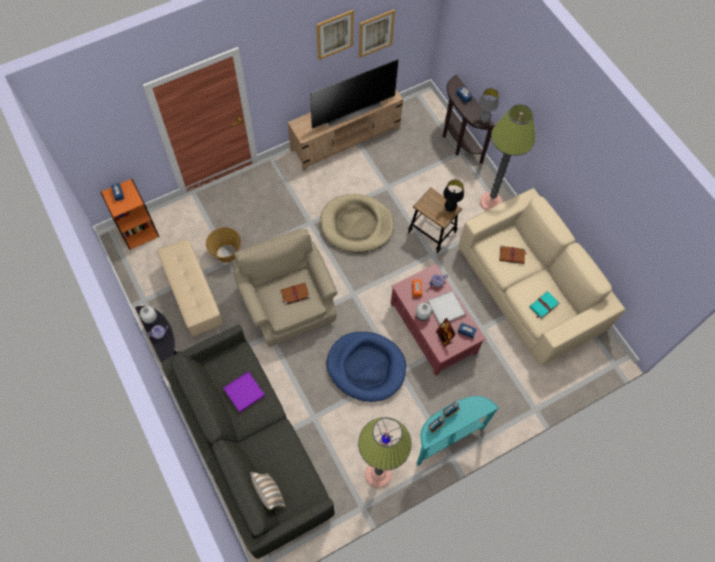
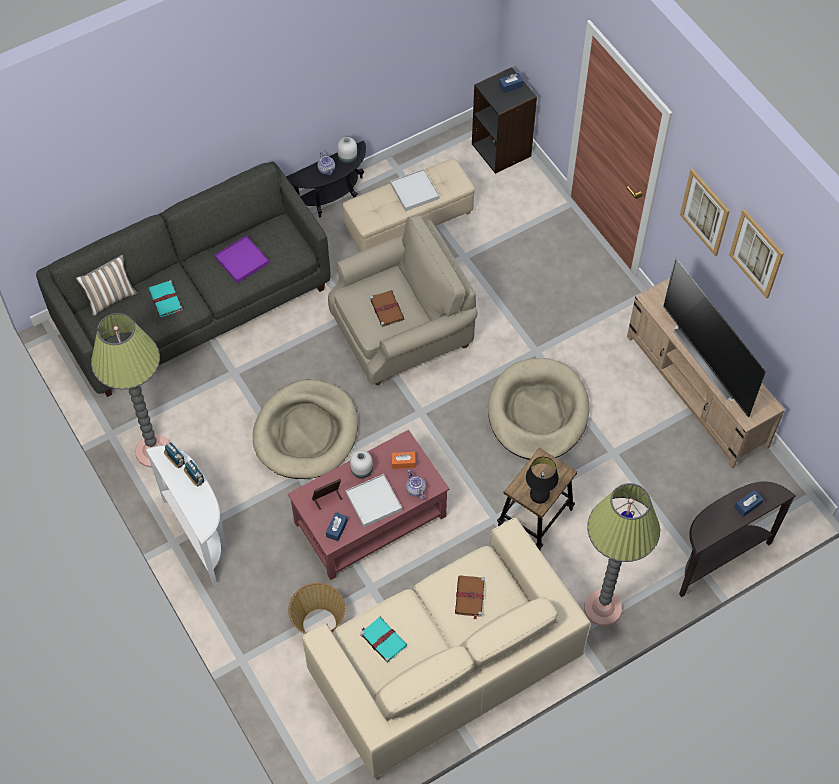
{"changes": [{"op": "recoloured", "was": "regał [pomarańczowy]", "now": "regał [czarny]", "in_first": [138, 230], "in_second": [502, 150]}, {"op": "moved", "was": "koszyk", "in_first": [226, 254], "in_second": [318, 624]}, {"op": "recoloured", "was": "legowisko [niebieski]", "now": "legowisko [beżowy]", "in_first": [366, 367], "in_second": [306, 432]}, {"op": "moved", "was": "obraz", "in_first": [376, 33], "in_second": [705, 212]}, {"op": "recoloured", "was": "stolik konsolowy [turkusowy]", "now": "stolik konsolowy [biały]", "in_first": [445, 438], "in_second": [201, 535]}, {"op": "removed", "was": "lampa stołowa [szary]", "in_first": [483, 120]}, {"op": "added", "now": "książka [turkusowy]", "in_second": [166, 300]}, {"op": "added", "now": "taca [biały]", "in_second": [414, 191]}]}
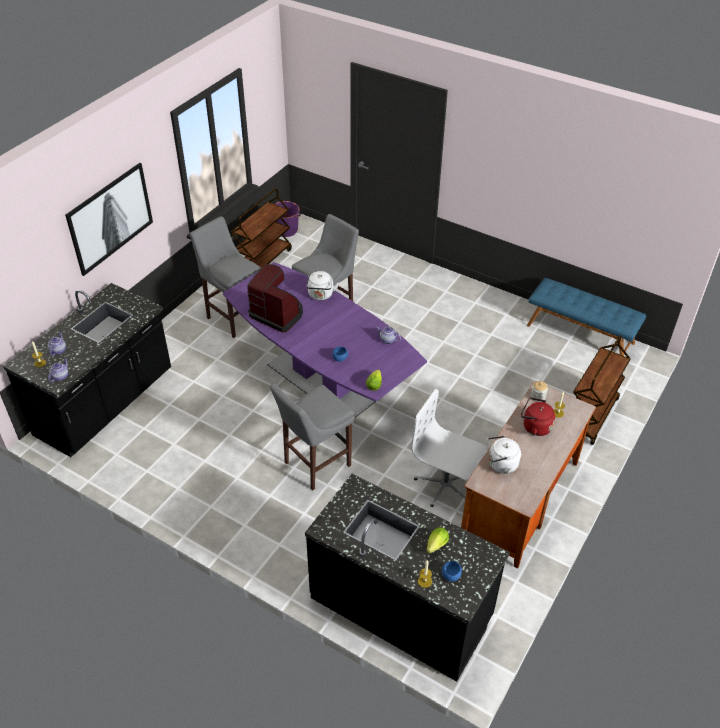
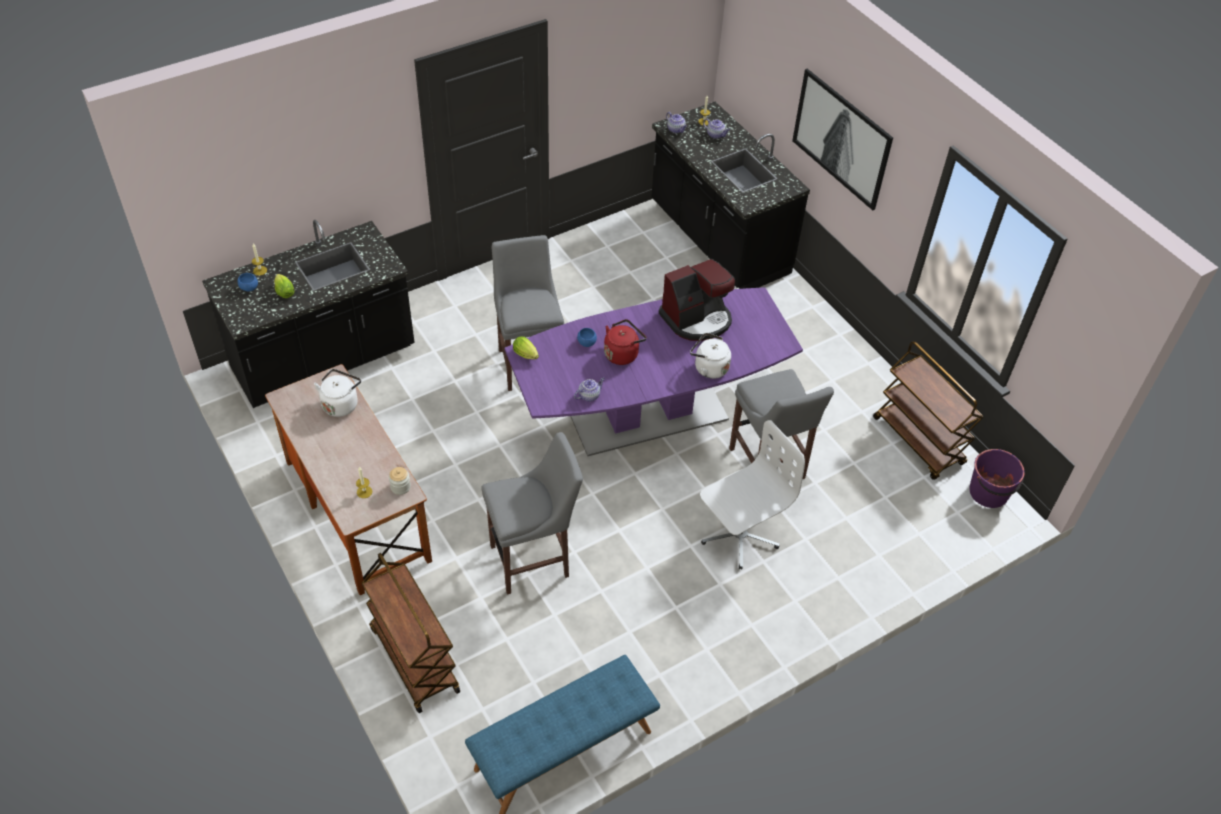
{"changes": [{"op": "moved", "was": "stołek [szary]", "in_first": [233, 317], "in_second": [534, 560]}, {"op": "moved", "was": "krzesło biurowe [biały]", "in_first": [445, 485], "in_second": [739, 535]}, {"op": "moved", "was": "czajnik [czerwony]", "in_first": [534, 427], "in_second": [622, 353]}]}
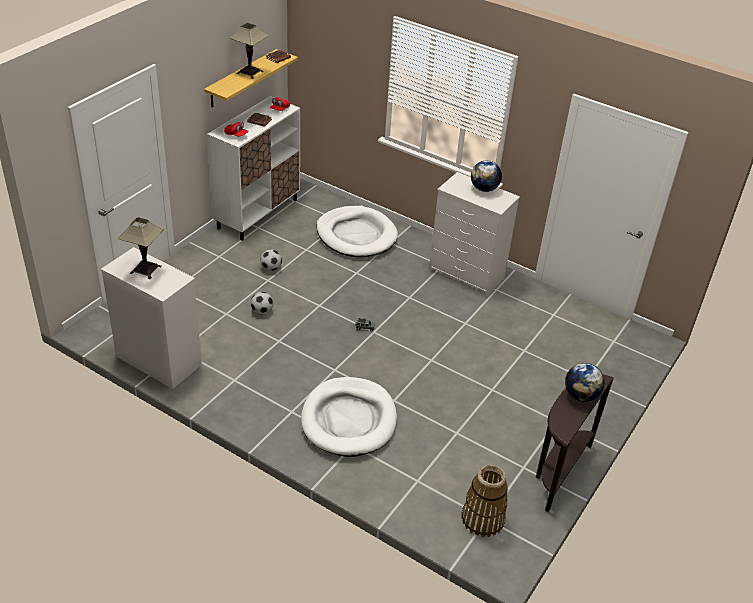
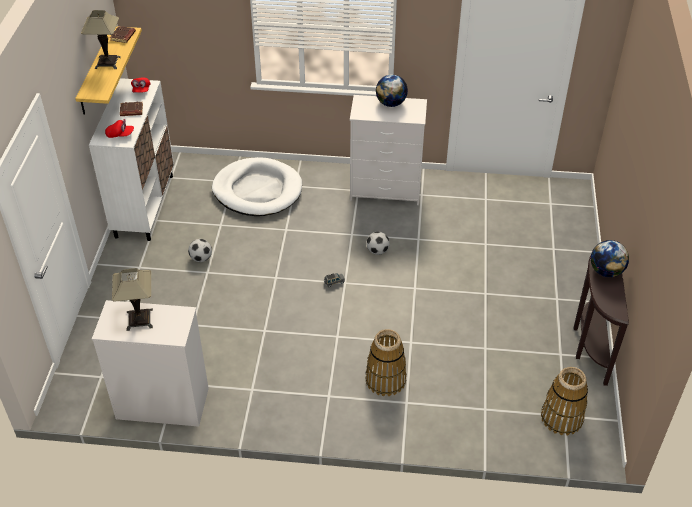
{"changes": [{"op": "moved", "was": "piłka futbolowa", "in_first": [262, 311], "in_second": [377, 251]}, {"op": "replaced", "was": "legowisko [biały]", "now": "koszyk", "in_first": [349, 420], "in_second": [385, 379]}]}
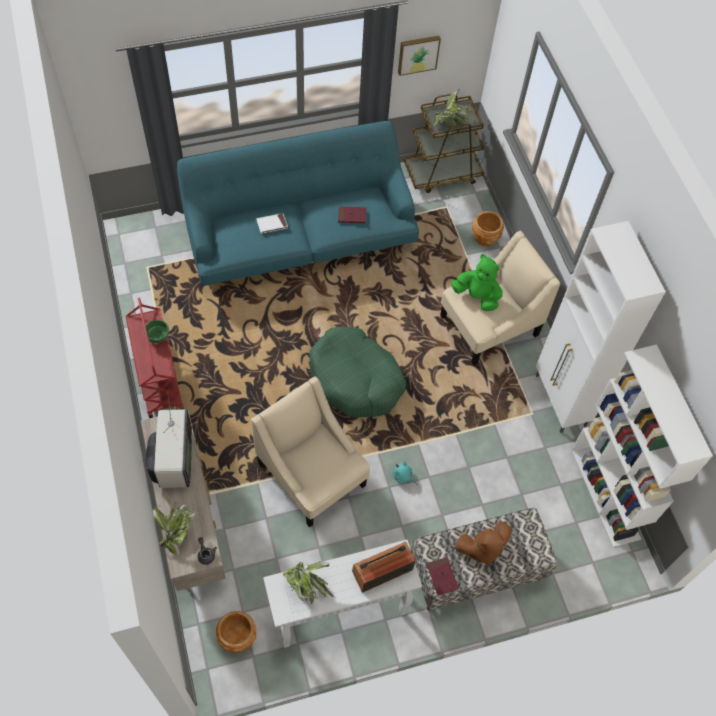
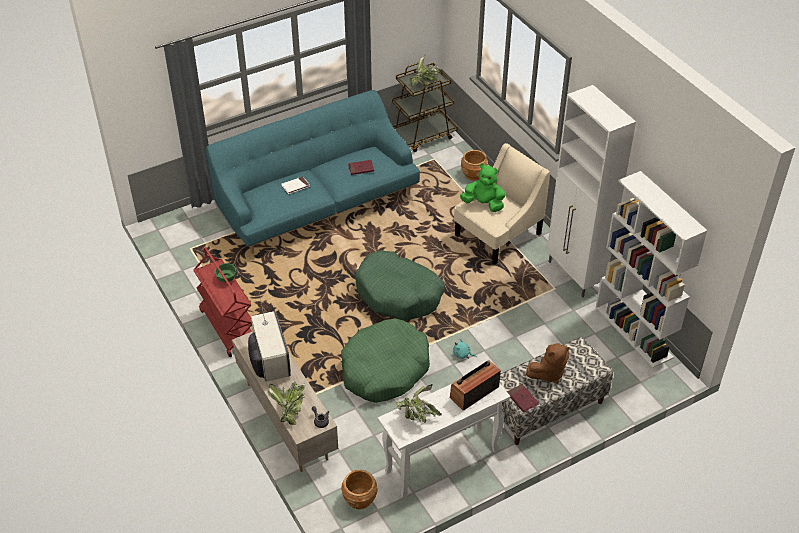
{"changes": [{"op": "replaced", "was": "fotel [beżowy]", "now": "legowisko [zielony]", "in_first": [312, 475], "in_second": [384, 369]}, {"op": "removed", "was": "obraz", "in_first": [418, 54]}]}
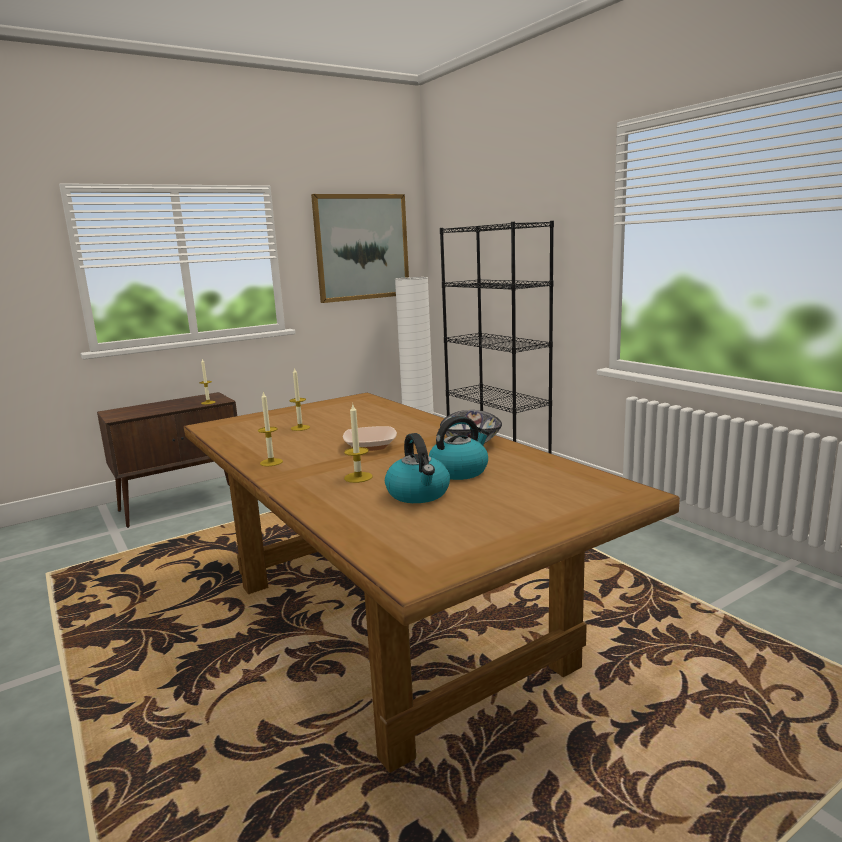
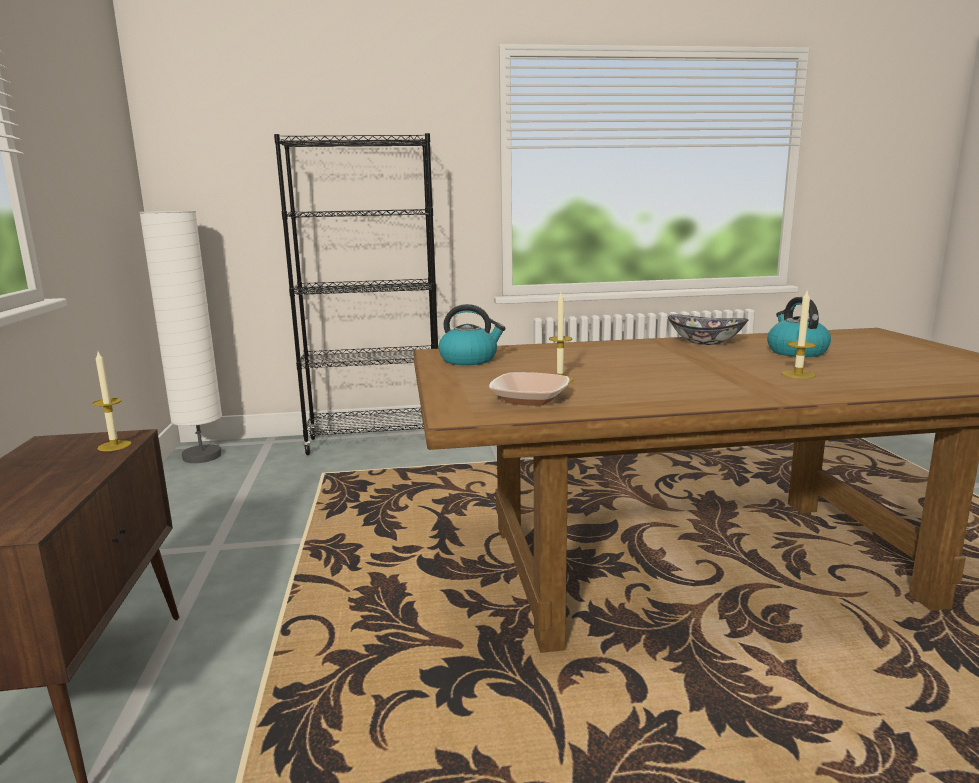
{"changes": [{"op": "removed", "was": "świeca", "in_first": [271, 462]}, {"op": "removed", "was": "obraz", "in_first": [362, 247]}, {"op": "moved", "was": "miska", "in_first": [370, 446], "in_second": [529, 399]}, {"op": "moved", "was": "czajnik", "in_first": [419, 494], "in_second": [469, 360]}]}
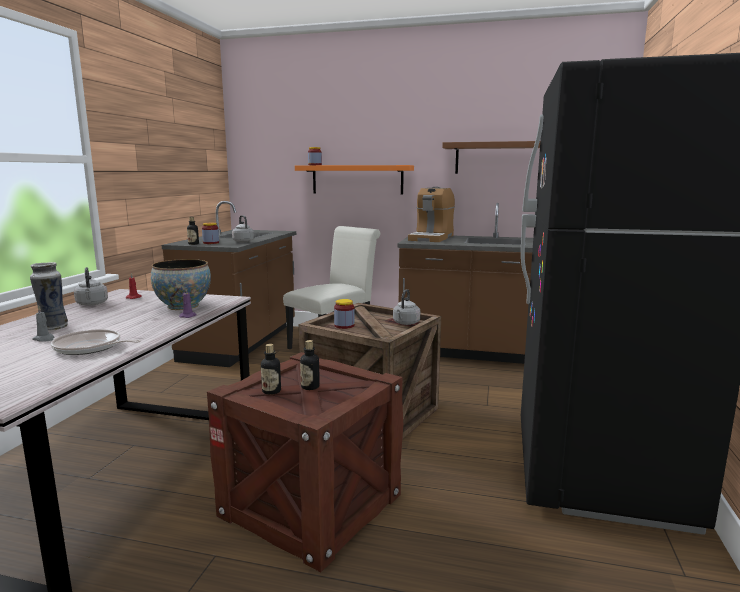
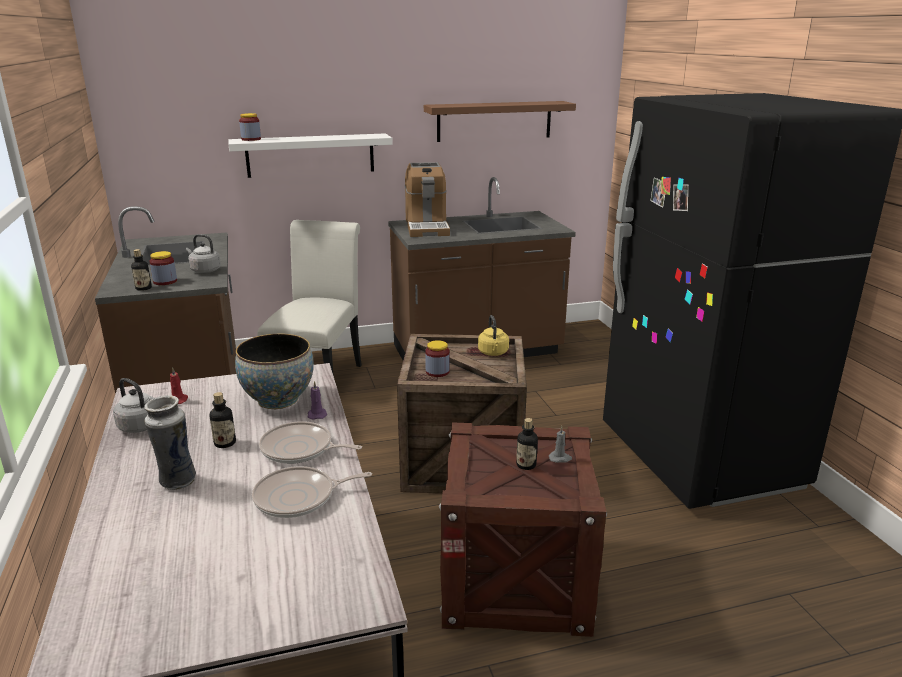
{"changes": [{"op": "moved", "was": "świeca [szary]", "in_first": [44, 339], "in_second": [560, 458]}, {"op": "moved", "was": "butelka", "in_first": [271, 391], "in_second": [225, 443]}, {"op": "recoloured", "was": "półka [pomarańczowy]", "now": "półka [biały]", "in_first": [357, 179], "in_second": [310, 155]}, {"op": "recoloured", "was": "czajnik [szary]", "now": "czajnik [żółty]", "in_first": [405, 323], "in_second": [493, 353]}, {"op": "added", "now": "patelnia", "in_second": [300, 449]}]}
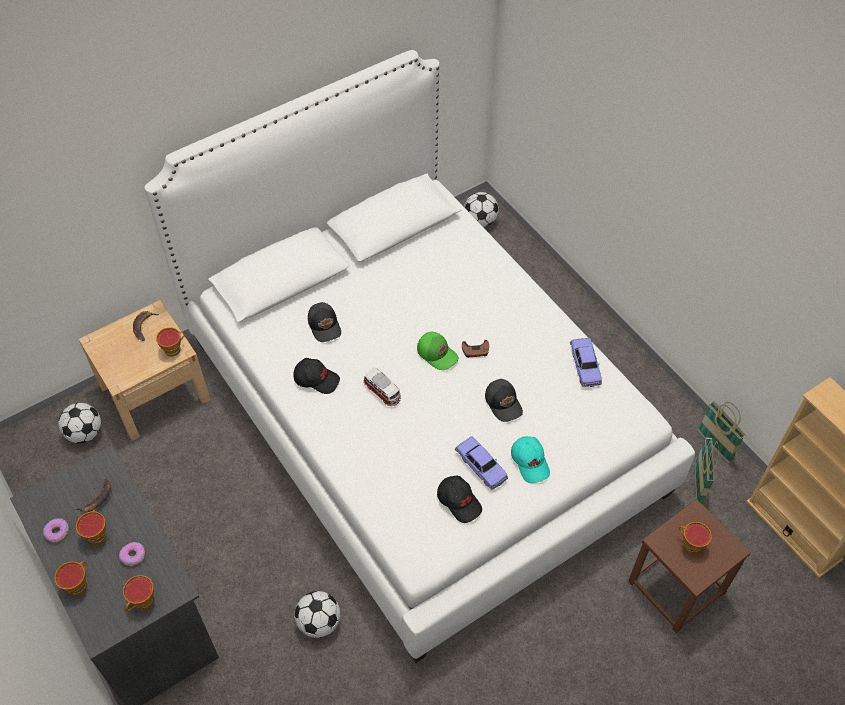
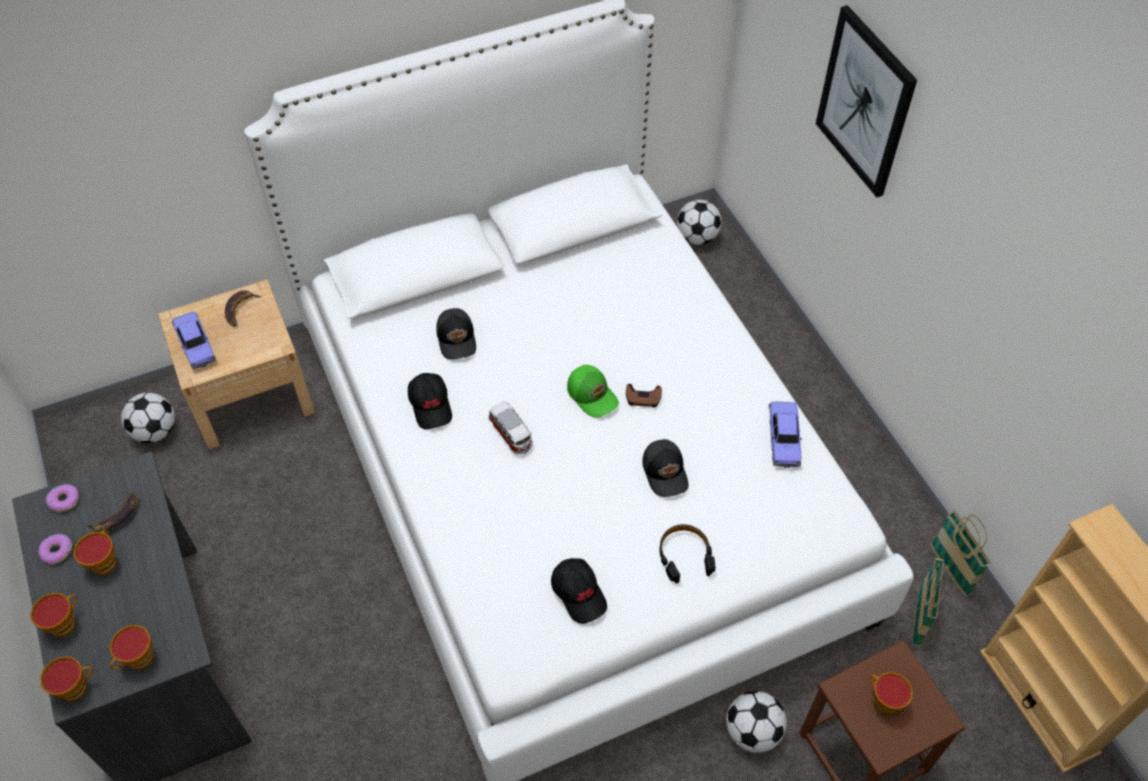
{"changes": [{"op": "moved", "was": "donut", "in_first": [133, 555], "in_second": [64, 500]}, {"op": "moved", "was": "filiżanka", "in_first": [174, 349], "in_second": [77, 687]}, {"op": "turned", "was": "czapka z daszkiem [czarny]", "in_first": [316, 379], "in_second": [431, 405], "clockwise": 45}, {"op": "moved", "was": "piłka futbolowa", "in_first": [319, 622], "in_second": [752, 732]}, {"op": "moved", "was": "samochodzik", "in_first": [481, 466], "in_second": [196, 345]}, {"op": "replaced", "was": "czapka z daszkiem [turkusowy]", "now": "słuchawki [czarny]", "in_first": [530, 462], "in_second": [684, 556]}, {"op": "added", "now": "obraz", "in_second": [865, 102]}]}
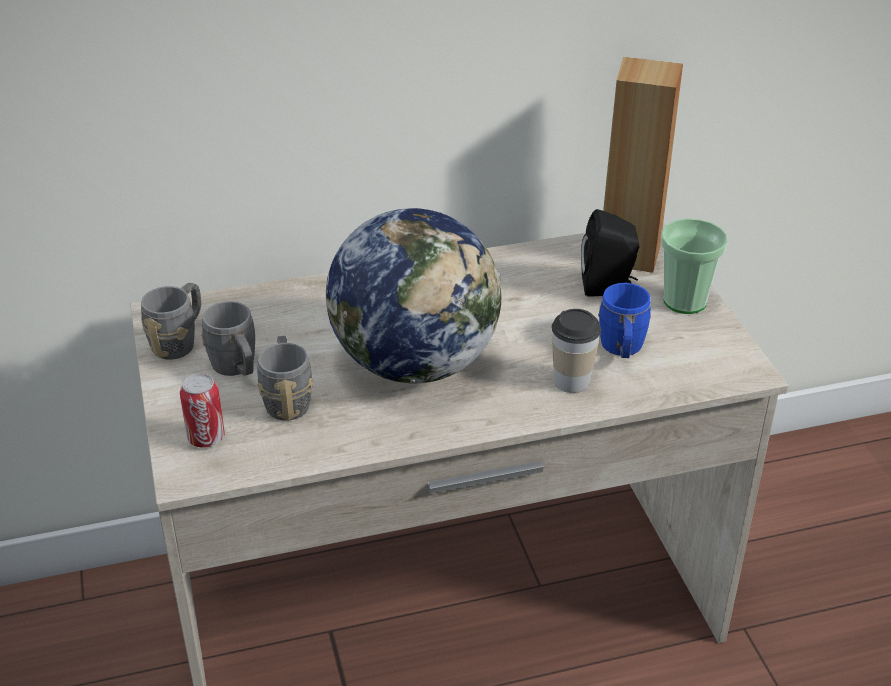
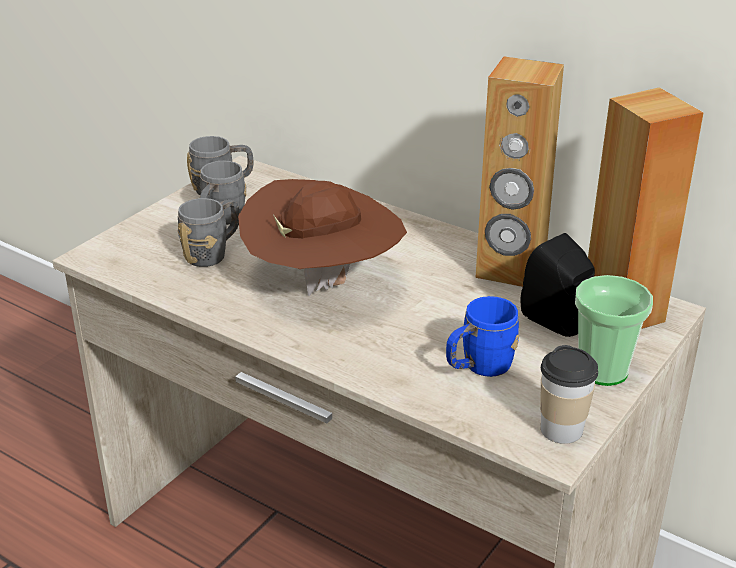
{"changes": [{"op": "removed", "was": "puszka", "in_first": [206, 438]}, {"op": "replaced", "was": "globus", "now": "kapelusz [brązowy]", "in_first": [416, 363], "in_second": [323, 282]}, {"op": "moved", "was": "filiżanka", "in_first": [572, 381], "in_second": [561, 430]}, {"op": "added", "now": "głośnik [brązowy]", "in_second": [510, 270]}]}
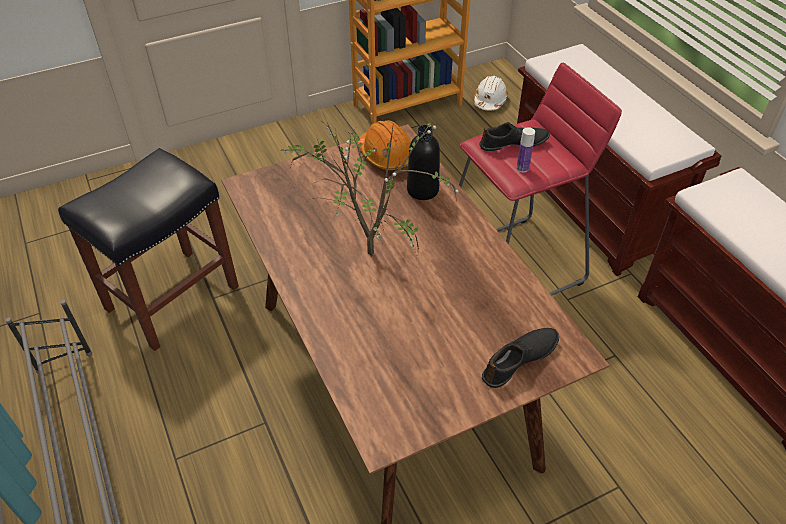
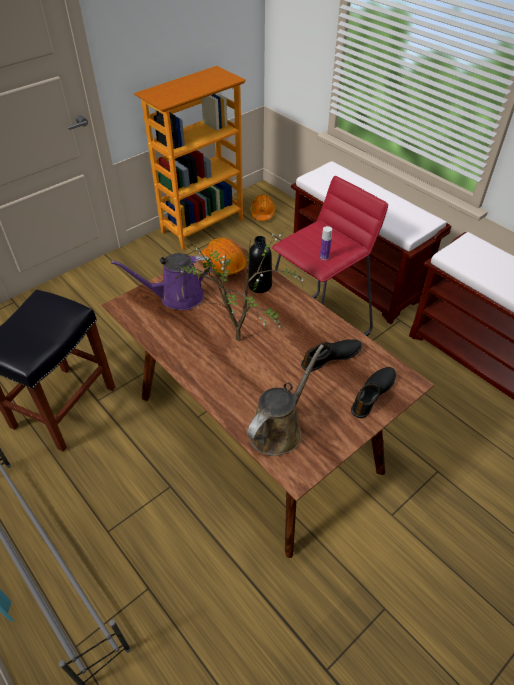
{"changes": [{"op": "recoloured", "was": "kask [biały]", "now": "kask [pomarańczowy]", "in_first": [489, 101], "in_second": [262, 213]}, {"op": "moved", "was": "but [czarny]", "in_first": [513, 143], "in_second": [331, 358]}, {"op": "added", "now": "konewka [fioletowy]", "in_second": [177, 297]}, {"op": "added", "now": "konewka [brązowy]", "in_second": [278, 429]}]}
